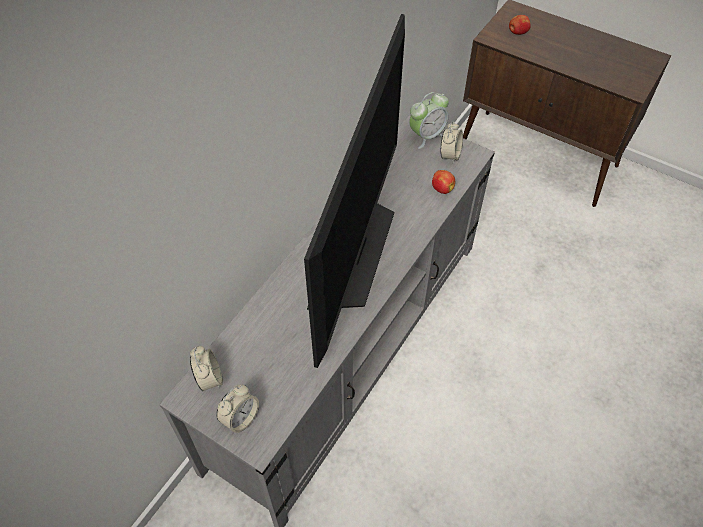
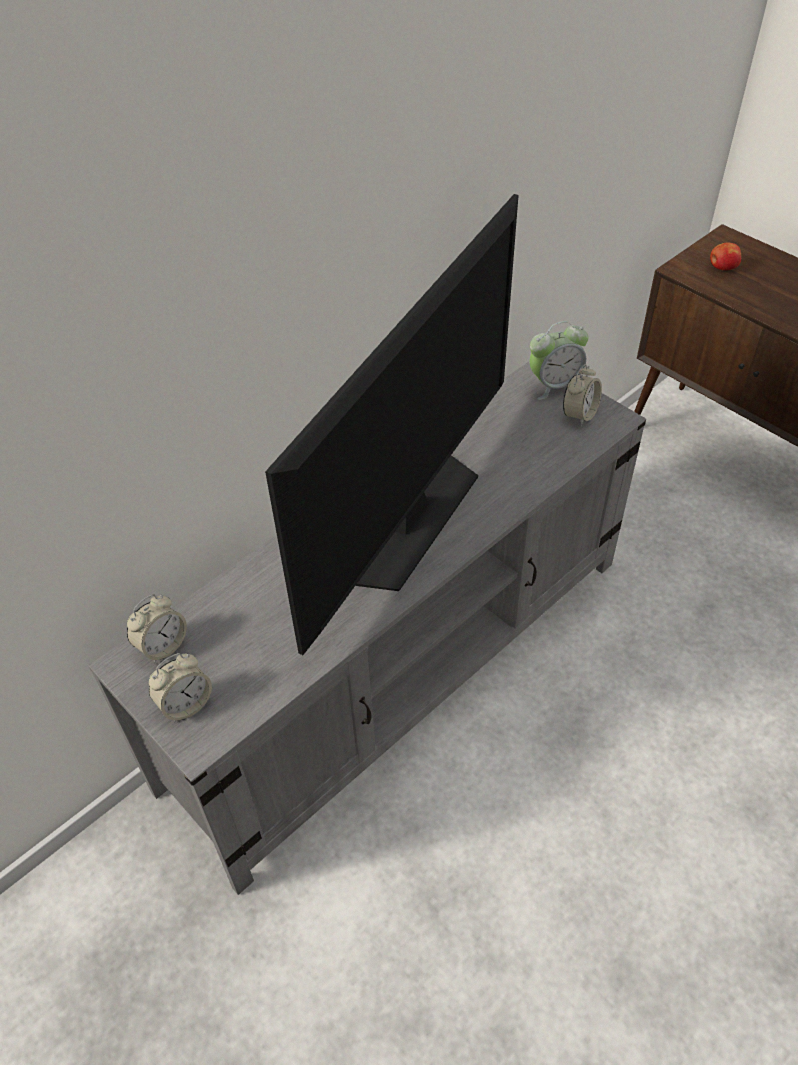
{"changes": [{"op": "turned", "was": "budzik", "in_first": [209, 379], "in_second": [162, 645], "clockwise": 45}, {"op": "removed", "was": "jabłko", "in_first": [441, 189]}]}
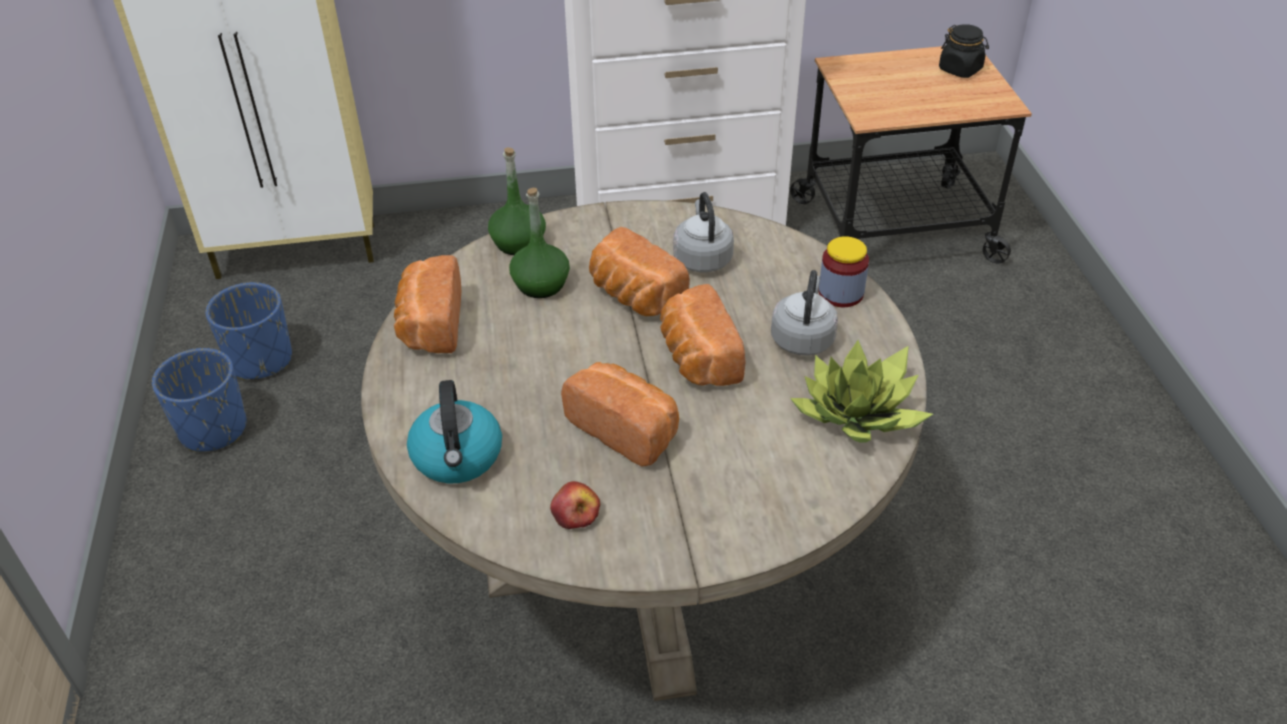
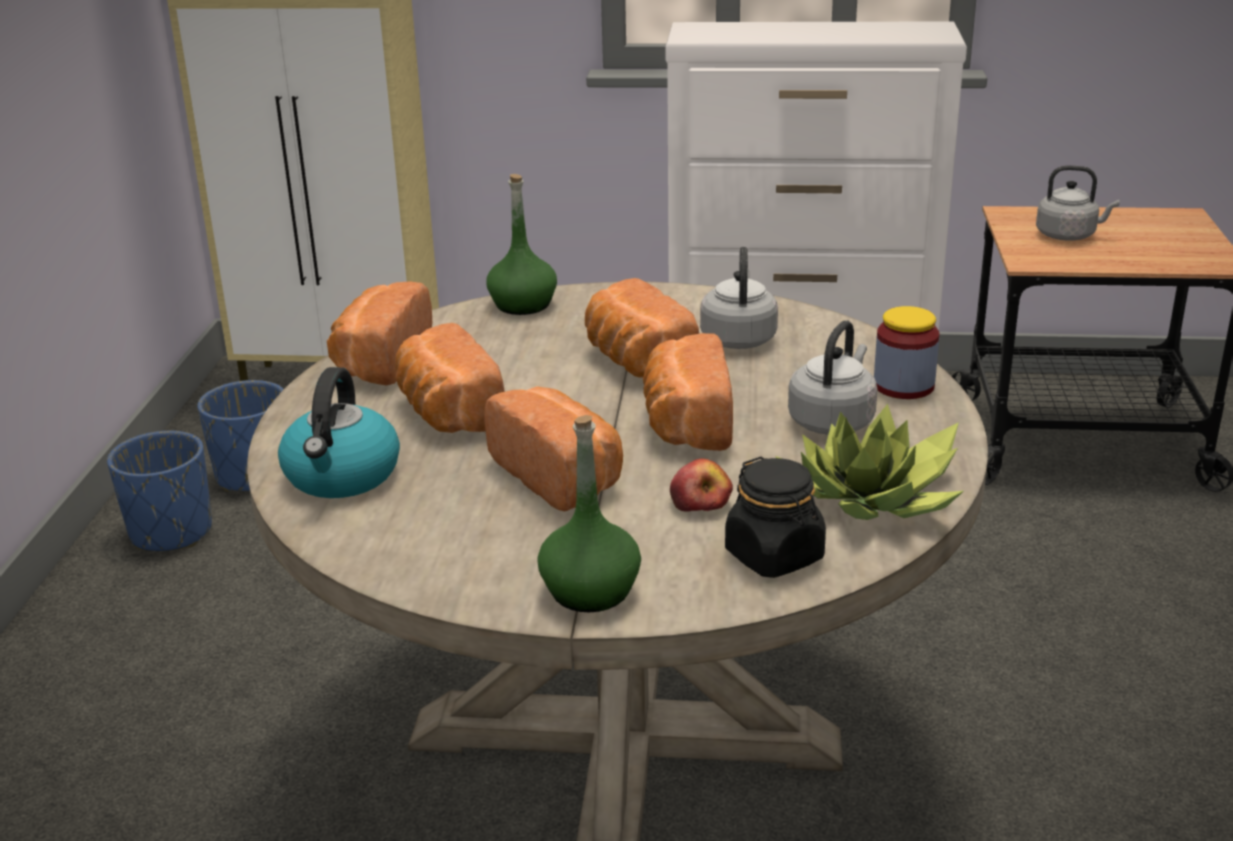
{"changes": [{"op": "moved", "was": "butelka [zielony]", "in_first": [540, 284], "in_second": [589, 591]}, {"op": "moved", "was": "jabłko", "in_first": [575, 513], "in_second": [700, 502]}, {"op": "moved", "was": "słoik [czarny]", "in_first": [960, 69], "in_second": [775, 556]}, {"op": "added", "now": "chleb", "in_second": [446, 413]}, {"op": "added", "now": "czajnik [szary]", "in_second": [1069, 235]}]}
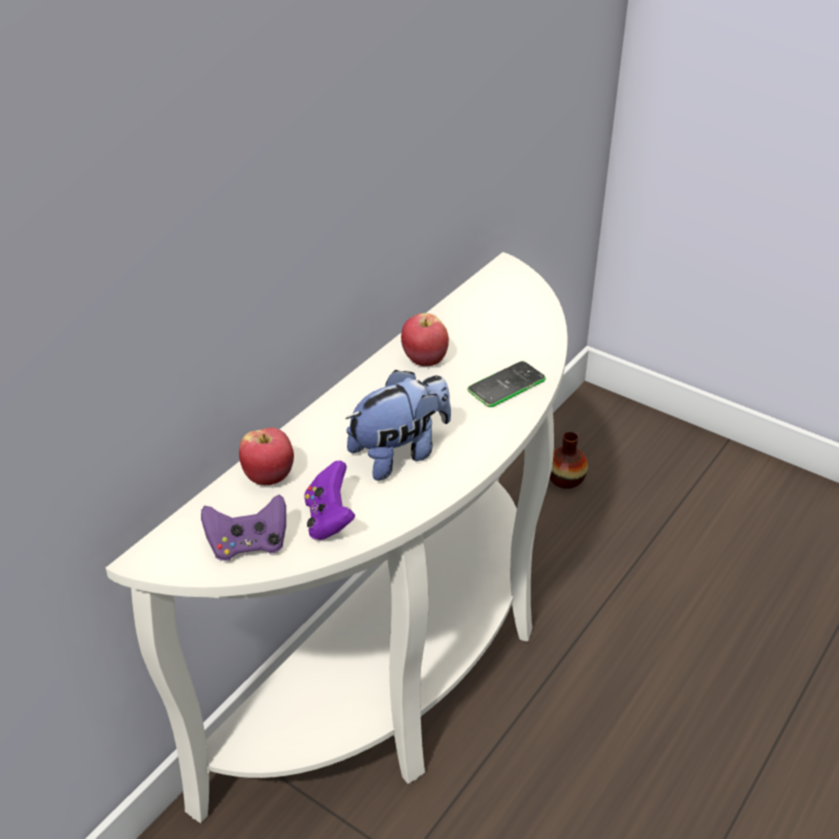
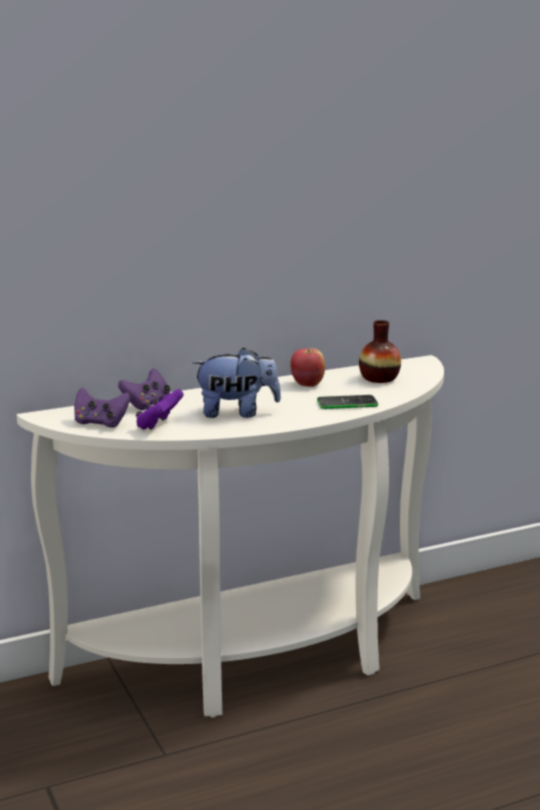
{"changes": [{"op": "replaced", "was": "jabłko", "now": "pad do gier [fioletowy]", "in_first": [269, 477], "in_second": [146, 404]}, {"op": "moved", "was": "wazon", "in_first": [565, 479], "in_second": [379, 378]}]}
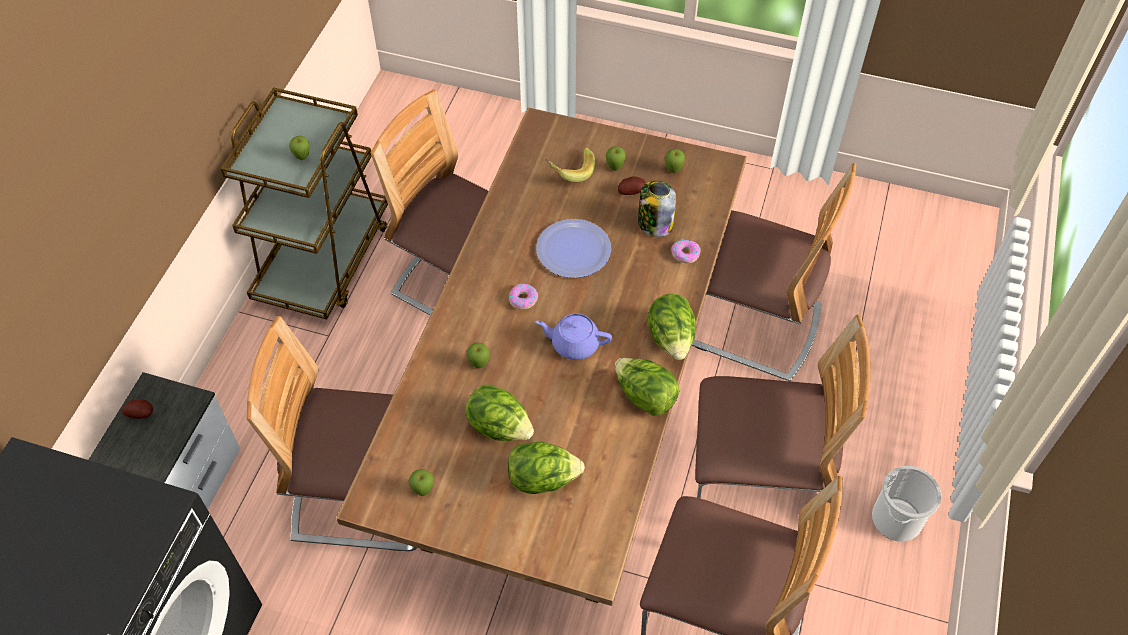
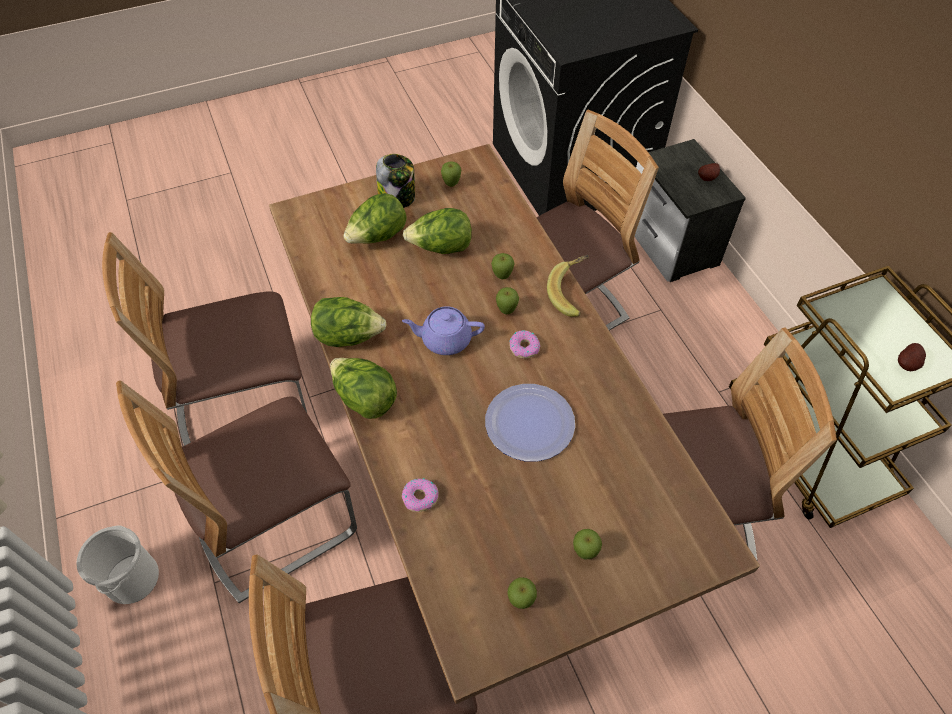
{"changes": [{"op": "moved", "was": "jabłko", "in_first": [302, 157], "in_second": [506, 311]}, {"op": "turned", "was": "imbryk [fioletowy]", "in_first": [574, 344], "in_second": [445, 339], "clockwise": -150}, {"op": "moved", "was": "banan", "in_first": [570, 170], "in_second": [572, 294]}, {"op": "moved", "was": "ziemniak", "in_first": [631, 192], "in_second": [907, 365]}, {"op": "moved", "was": "słoik", "in_first": [654, 224], "in_second": [397, 197]}]}
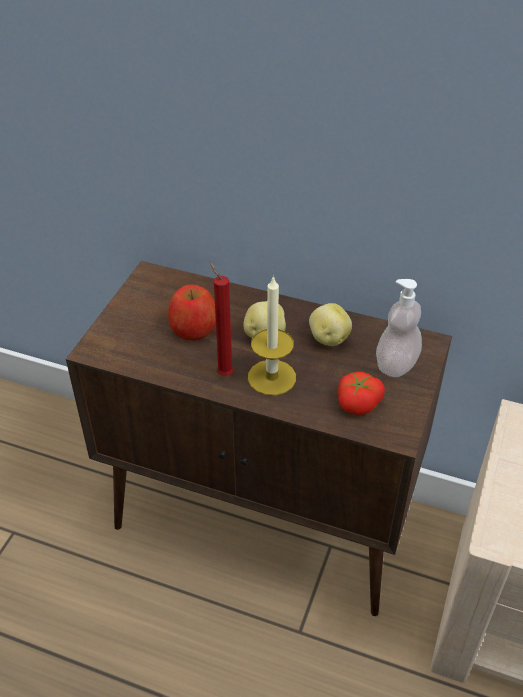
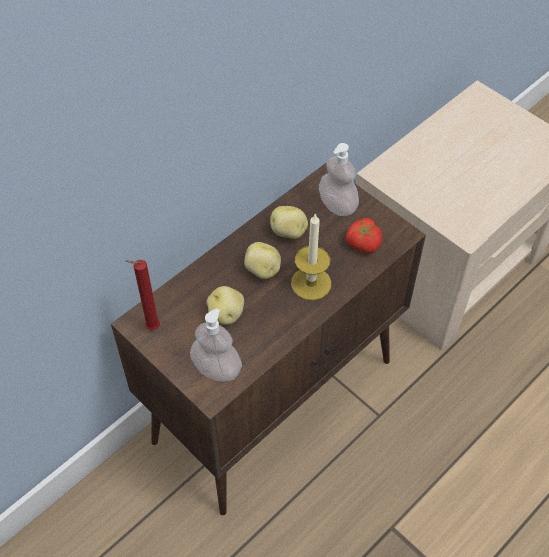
{"changes": [{"op": "replaced", "was": "jabłko", "now": "ziemniak", "in_first": [193, 328], "in_second": [226, 314]}, {"op": "moved", "was": "świeca [czerwony]", "in_first": [223, 373], "in_second": [150, 328]}, {"op": "added", "now": "dozownik mydła", "in_second": [216, 369]}]}
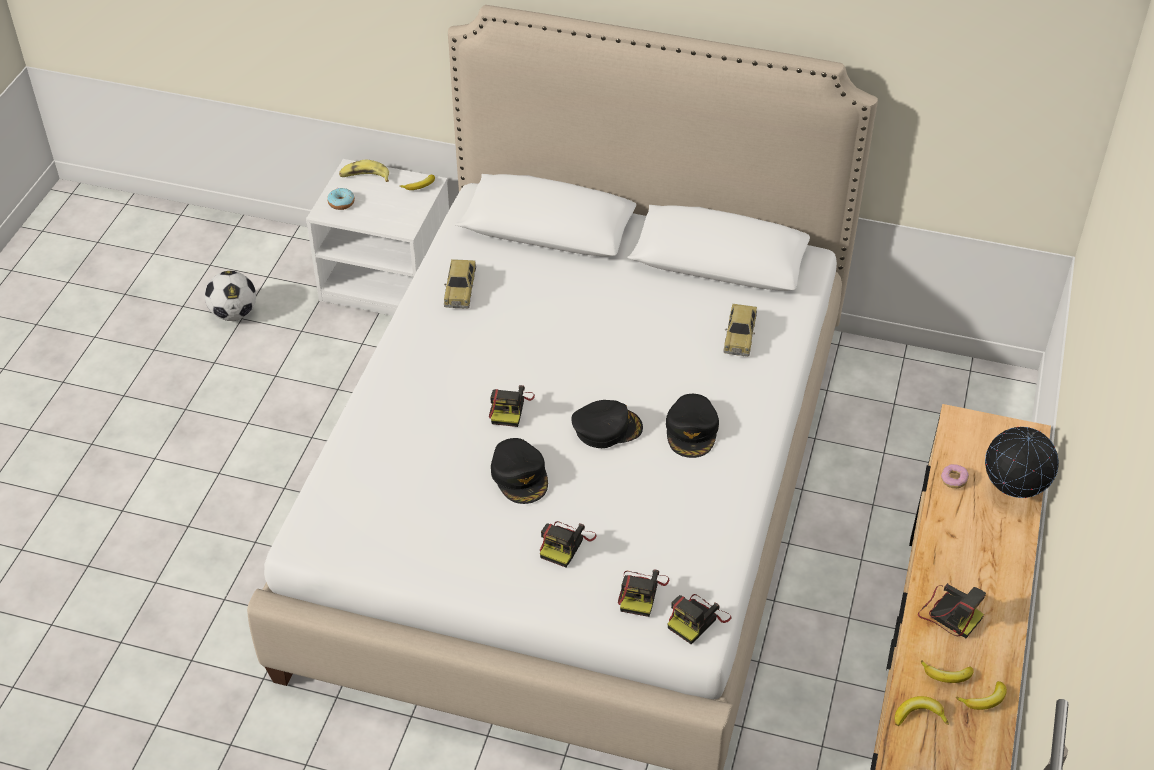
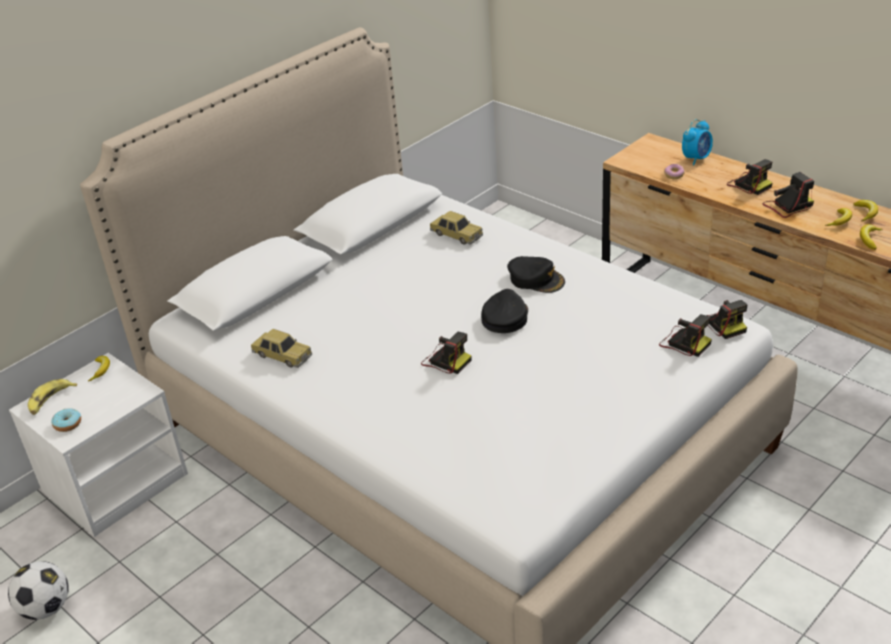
{"changes": [{"op": "removed", "was": "czapka z daszkiem [czarny]", "in_first": [520, 475]}, {"op": "moved", "was": "aparat fotograficzny", "in_first": [566, 544], "in_second": [748, 184]}, {"op": "replaced", "was": "globus", "now": "budzik", "in_first": [1013, 492], "in_second": [696, 159]}]}
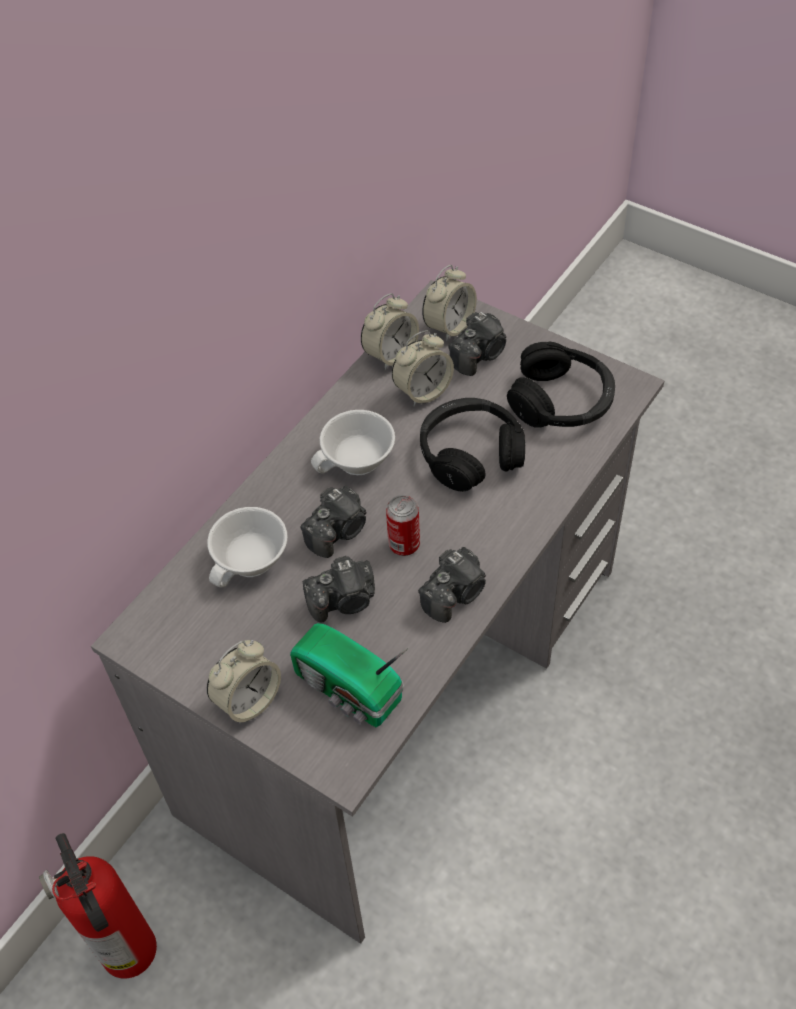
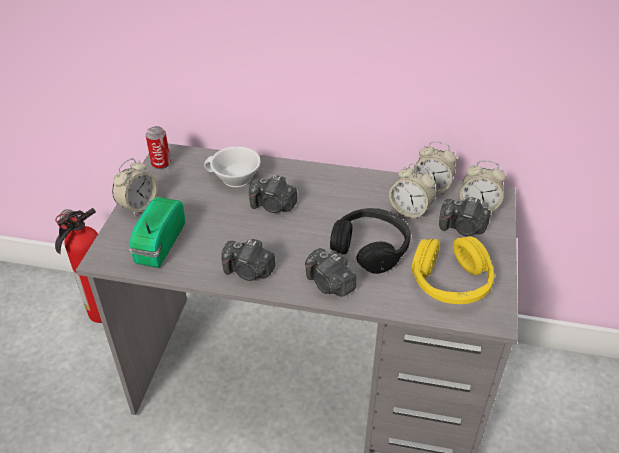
{"changes": [{"op": "turned", "was": "budzik", "in_first": [248, 700], "in_second": [139, 206], "clockwise": -75}, {"op": "moved", "was": "aparat fotograficzny", "in_first": [344, 601], "in_second": [329, 284]}, {"op": "removed", "was": "filiżanka [biały]", "in_first": [358, 461]}, {"op": "moved", "was": "puszka", "in_first": [404, 544], "in_second": [161, 164]}, {"op": "recoloured", "was": "słuchawki [czarny]", "now": "słuchawki [żółty]", "in_first": [561, 401], "in_second": [450, 282]}]}
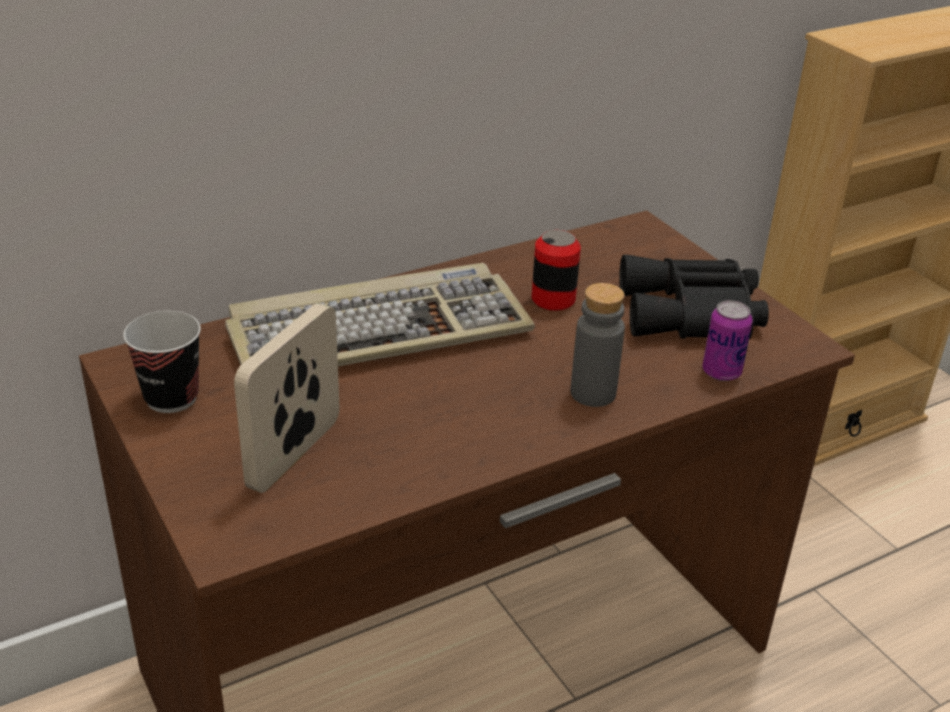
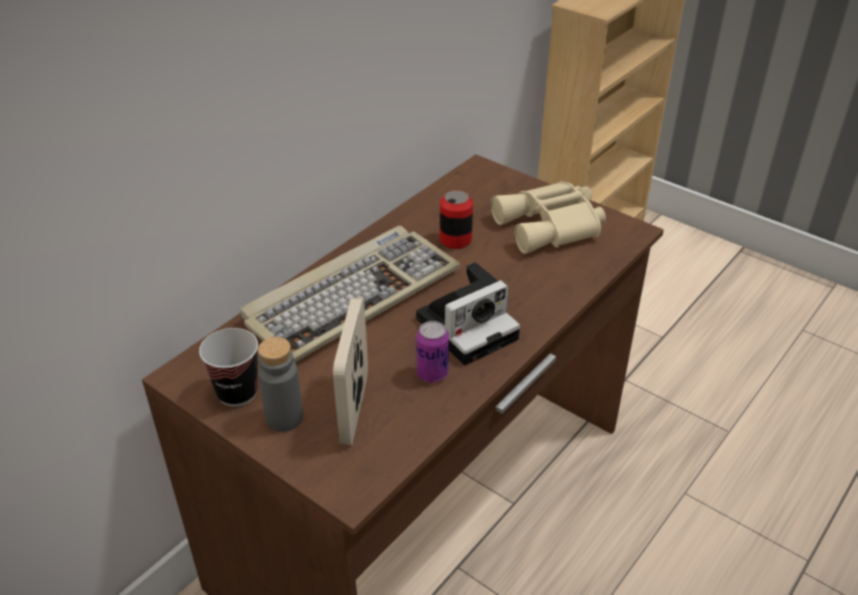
{"changes": [{"op": "moved", "was": "butelka [szary]", "in_first": [593, 393], "in_second": [284, 418]}, {"op": "recoloured", "was": "lornetka [czarny]", "now": "lornetka [beżowy]", "in_first": [692, 314], "in_second": [551, 227]}, {"op": "moved", "was": "puszka", "in_first": [721, 372], "in_second": [432, 374]}, {"op": "added", "now": "aparat fotograficzny", "in_second": [469, 326]}]}
